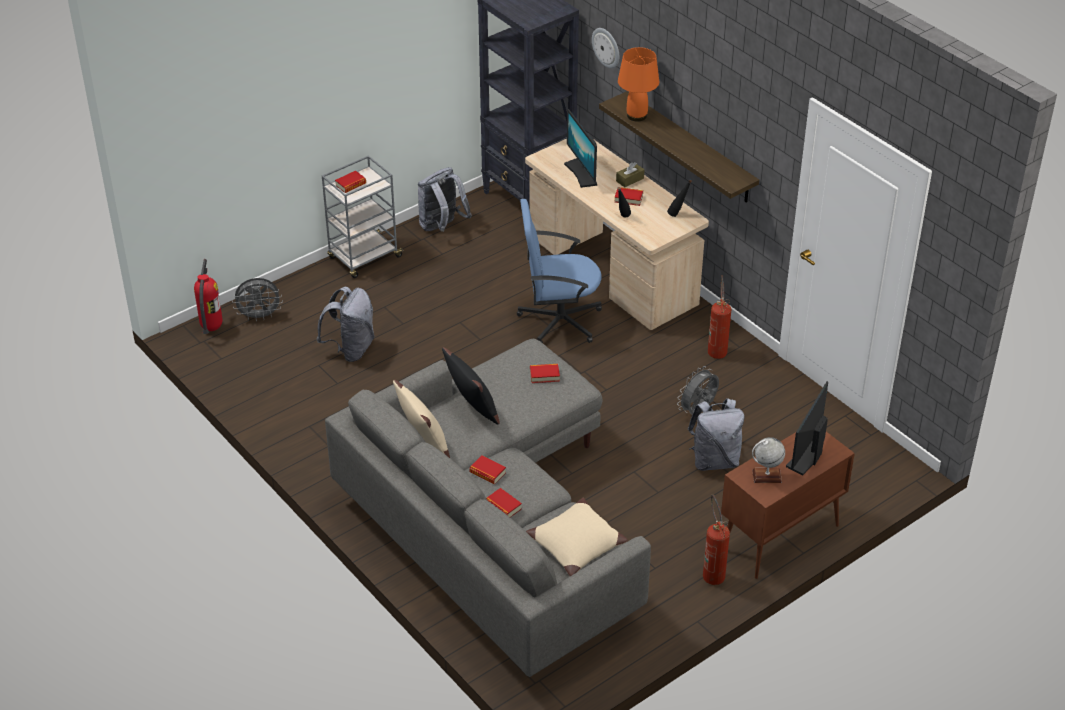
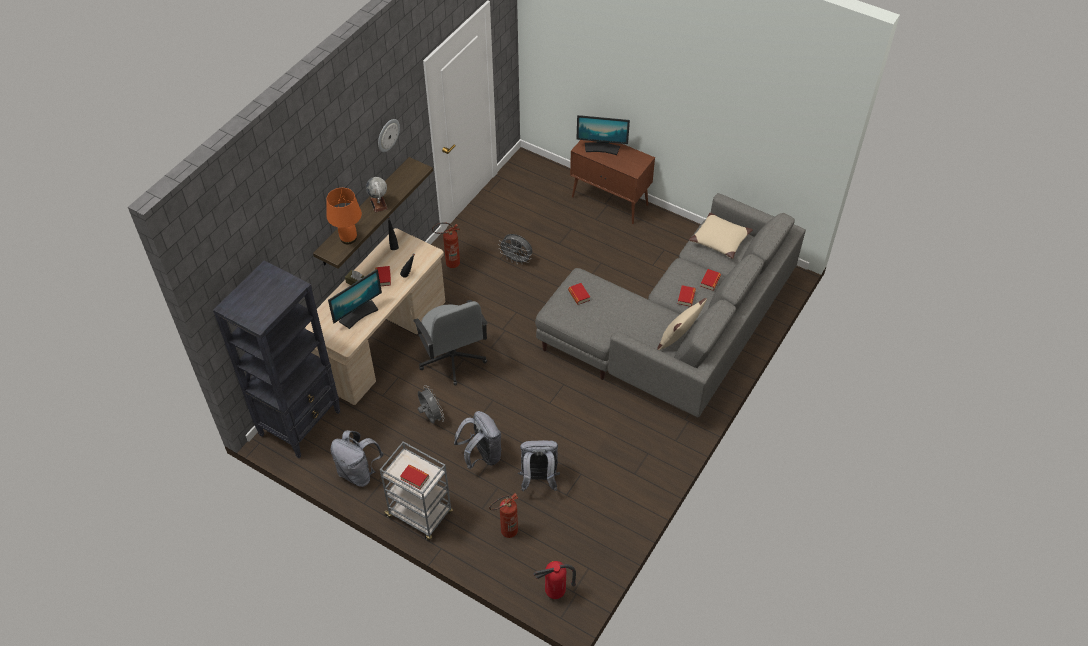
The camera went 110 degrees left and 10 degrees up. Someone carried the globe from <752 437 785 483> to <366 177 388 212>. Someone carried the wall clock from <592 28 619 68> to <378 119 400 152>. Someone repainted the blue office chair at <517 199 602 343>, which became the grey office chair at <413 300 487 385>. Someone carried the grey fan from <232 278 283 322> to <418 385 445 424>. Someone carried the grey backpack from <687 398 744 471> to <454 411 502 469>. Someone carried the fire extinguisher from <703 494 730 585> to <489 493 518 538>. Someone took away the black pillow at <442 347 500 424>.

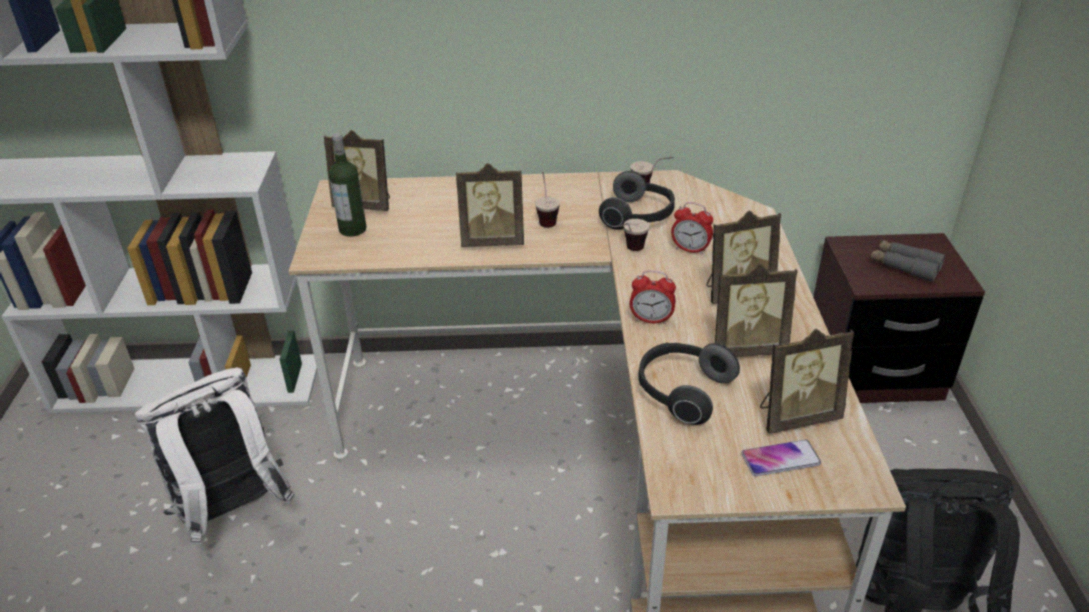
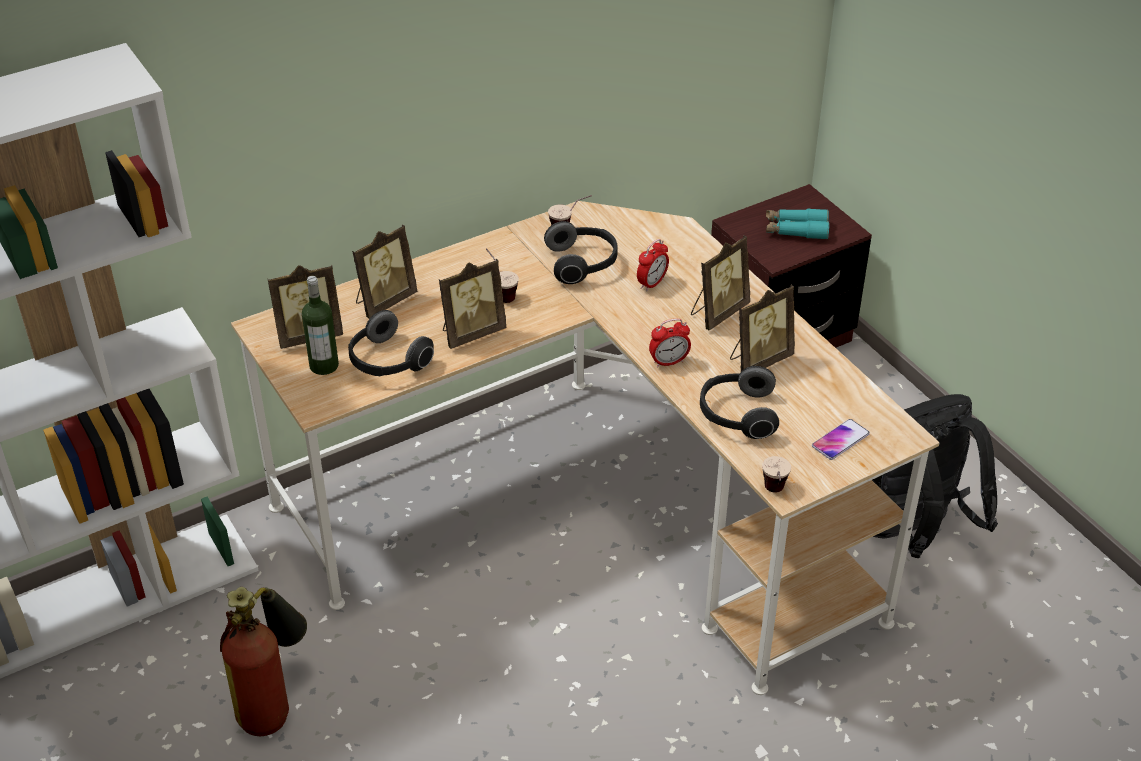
The camera went 30 degrees left and 5 degrees up. Someone swapped the white backpack at <135 368 295 545> for the fire extinguisher at <220 587 307 736>. Someone put down the headphones at <348 310 434 376>. Someone carried the picture frame from <760 329 854 434> to <352 225 417 319>. Someone rotated the alarm clock at <671 202 713 255> by 45 degrees counterclockwise. Someone carried the cup from <620 219 649 251> to <762 456 791 492>. Someone repainted the grey binoculars at <870 240 945 282>, which became the turquoise binoculars at <766 209 829 240>.

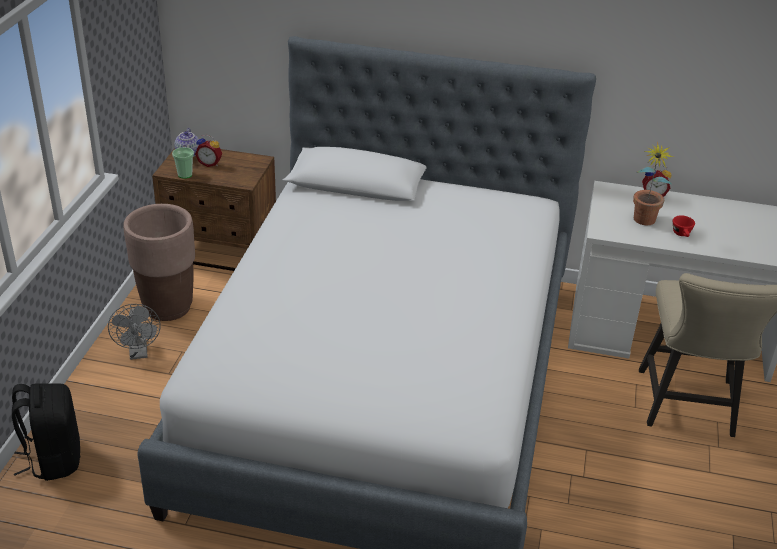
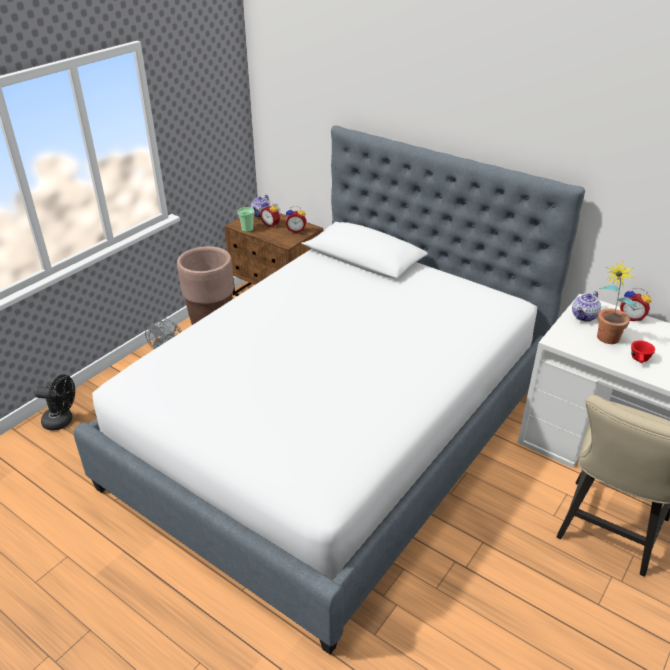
The camera went 25 degrees right and 0 degrees up. Someone swapped the black backpack at <12 383 81 481> for the black fan at <34 375 75 430>. Someone put down the alarm clock at <285 206 307 233>. Someone put down the teapot at <572 291 601 322>.

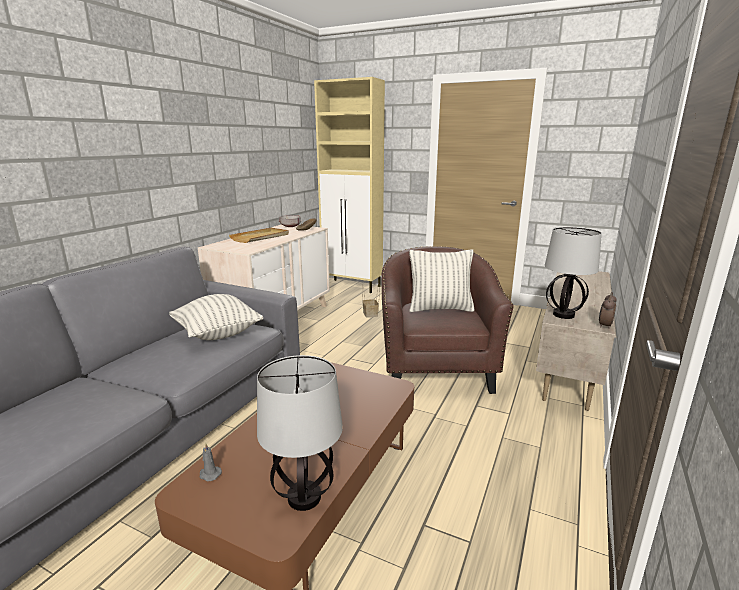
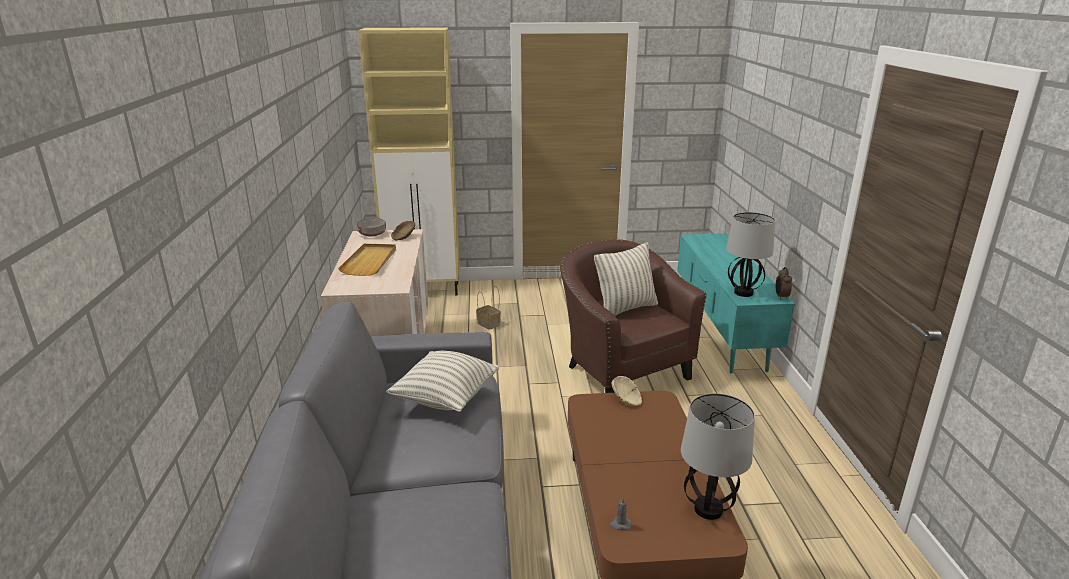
The camera went 30 degrees left and 5 degrees up. Someone put down the beige bowl at <612 376 642 406>. Someone repainted the beige tv stand at <536 271 617 411>, which became the turquoise tv stand at <677 233 796 374>.

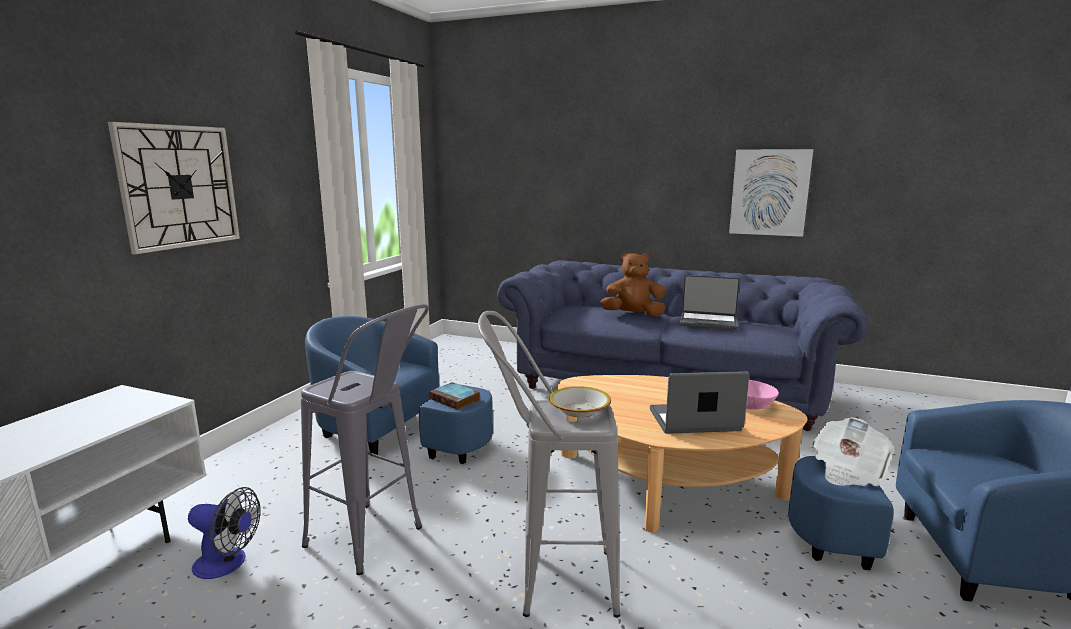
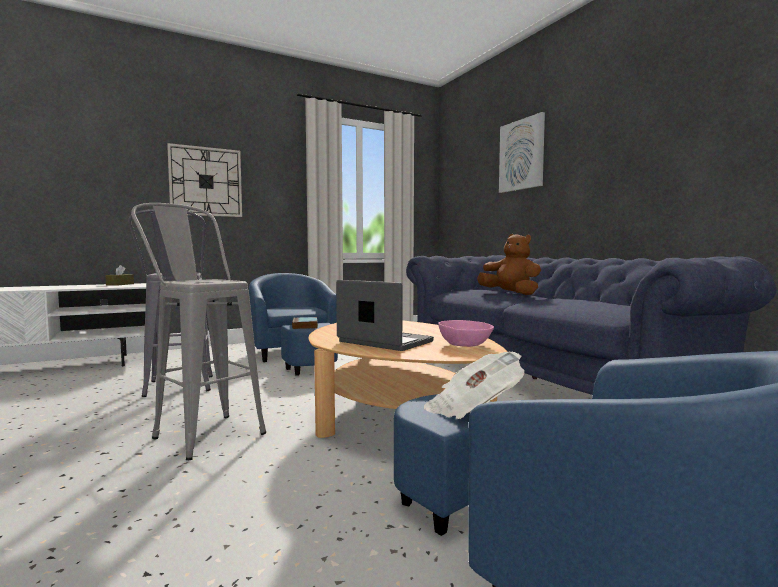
The camera went 40 degrees right and 10 degrees down. Someone put down the brown tissue box at <105 265 134 286>. Someone carried the picture from <729 149 813 237> to <499 112 545 193>. Someone took away the fan at <188 487 261 579>. Someone took away the bowl at <549 386 611 417>. Someone took away the laptop at <680 275 740 330>.

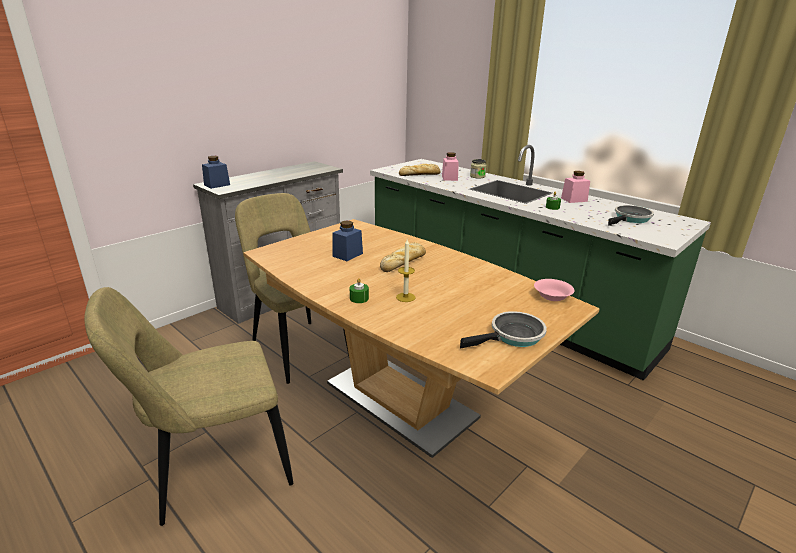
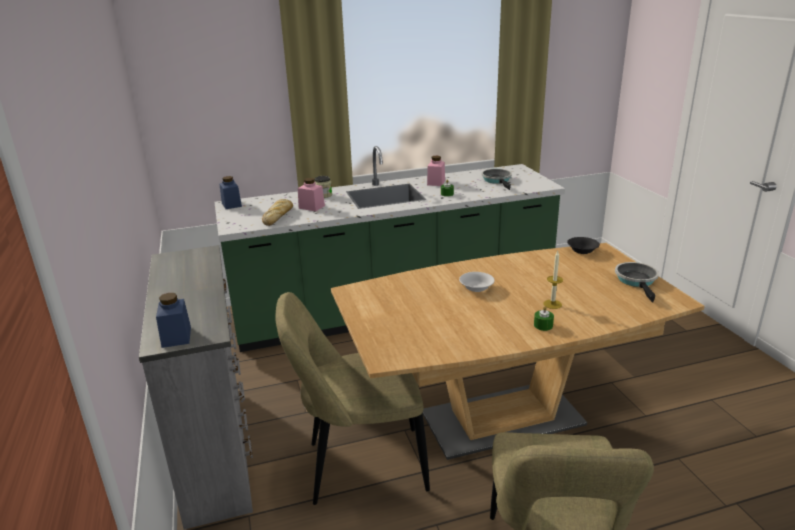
The camera went 60 degrees left and 0 degrees up. Someone carried the blue jar from <332 221 363 261> to <220 176 242 209>. Someone swapped the bread at <380 242 426 272> for the white bowl at <459 272 495 292>. Someone repainted the pink bowl at <534 279 575 301>, which became the black bowl at <567 237 600 254>.

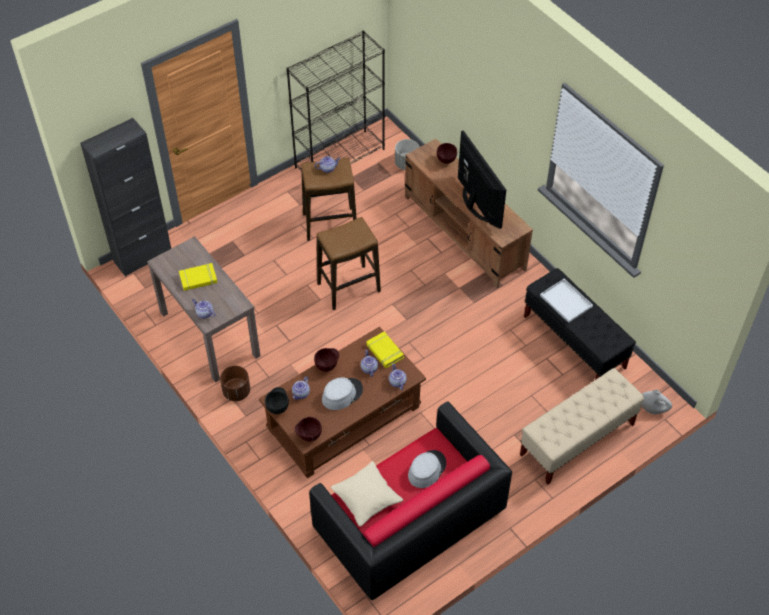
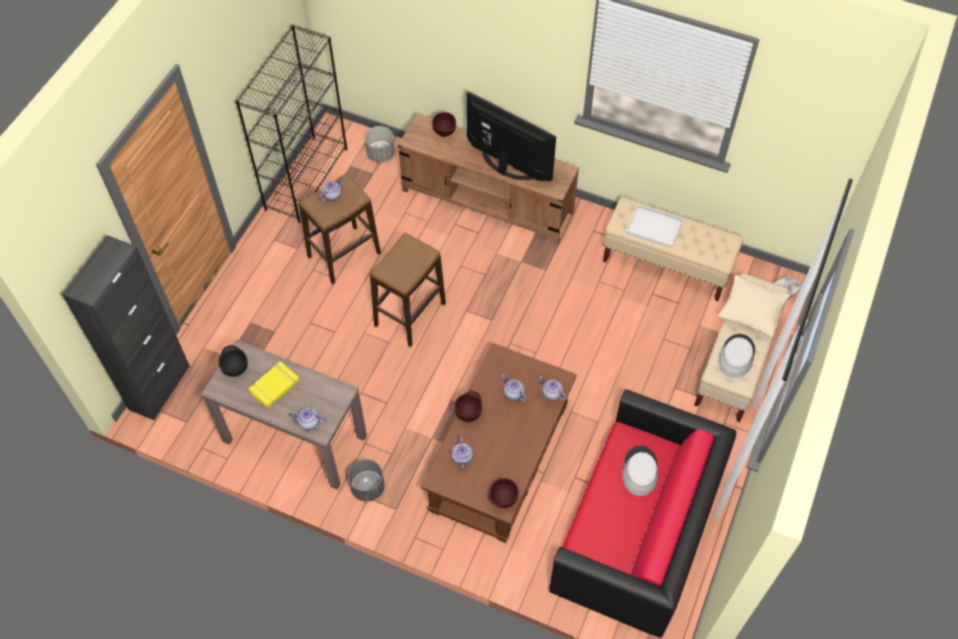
The camera went 30 degrees left and 5 degrees up. Someone carried the black bowl from <265 387 289 414> to <218 345 248 377>. Someone repainted the brown planter at <220 366 250 401>, which became the grey planter at <348 459 385 502>. Someone repainted the black bench at <524 268 636 380>, which became the beige bench at <603 197 744 301>. Someone carried the beige pillow from <331 461 403 527> to <718 275 790 337>. Someone carried the grey hat from <322 377 363 410> to <718 334 755 378>. Someone took away the yellow book at <366 331 404 368>.

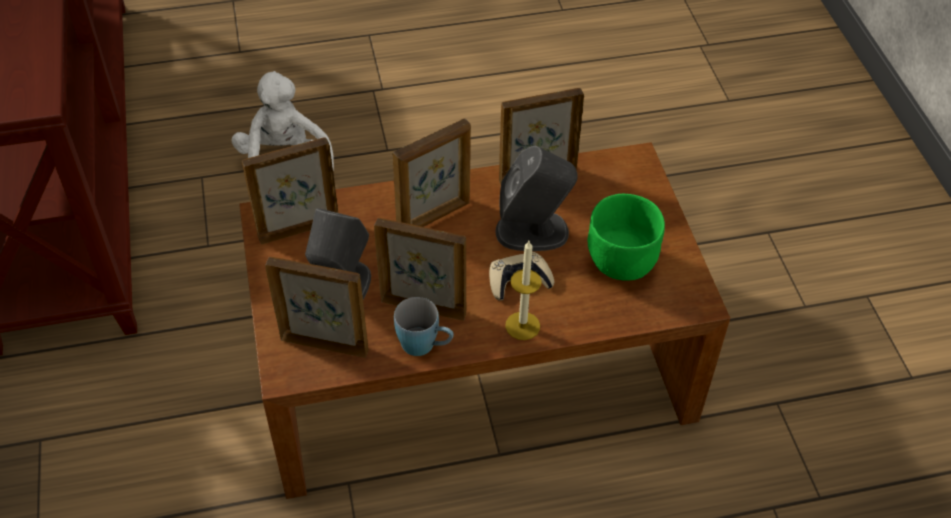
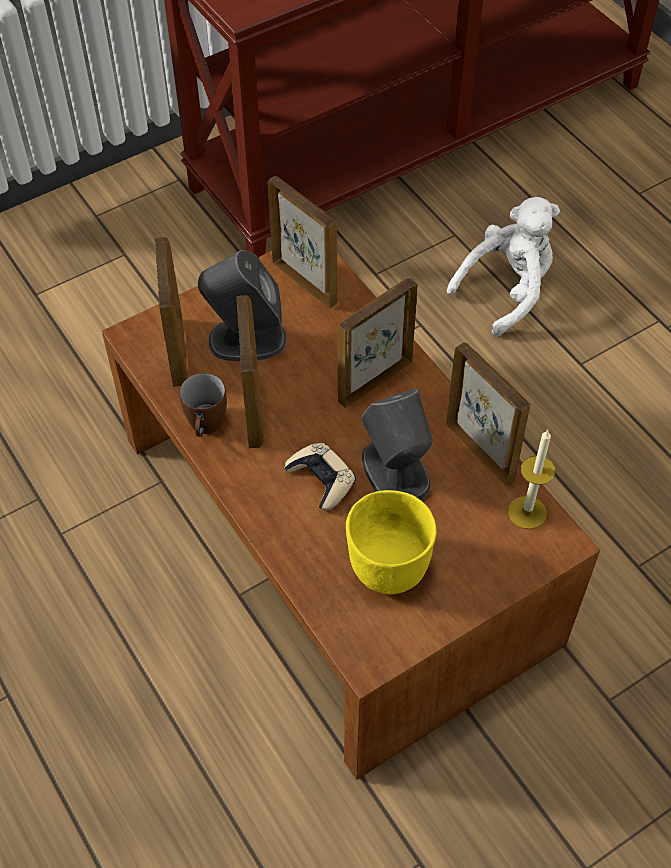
The camera went 70 degrees right and 5 degrees up. Someone repainted the blue mug at <394 297 454 356>, which became the brown mug at <180 373 227 437>. Someone rotated the picture frame at <393 119 471 227> by 105 degrees clockwise. Someone repainted the green bowl at <588 194 665 281>, which became the yellow bowl at <346 490 437 595>. Someone carried the candle from <505 241 542 340> to <508 430 555 529>.

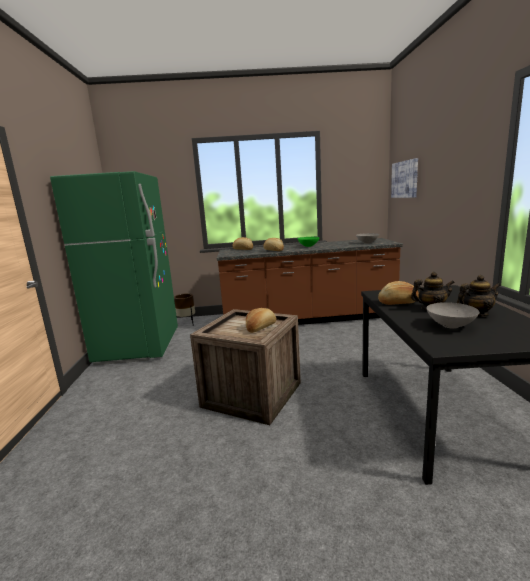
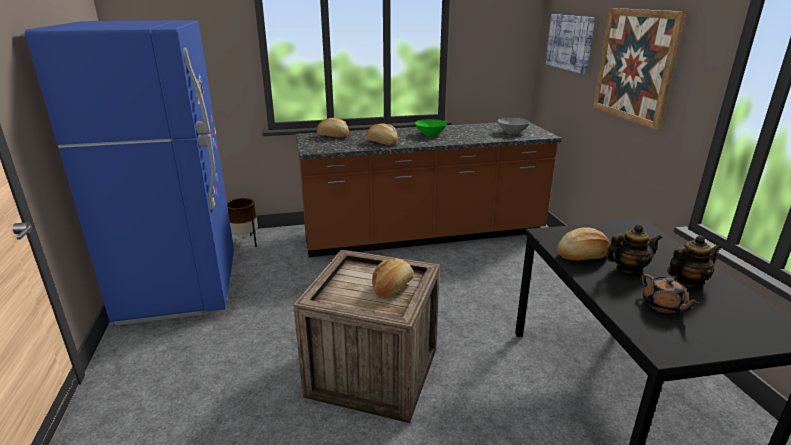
The camera went 10 degrees left and 10 degrees up. Someone repainted the green fridge at <50 171 178 365>, which became the blue fridge at <25 20 234 325>. Someone put up the picture at <593 8 686 130>. Someone swapped the grey bowl at <426 302 479 329> for the brown teapot at <642 274 700 314>.

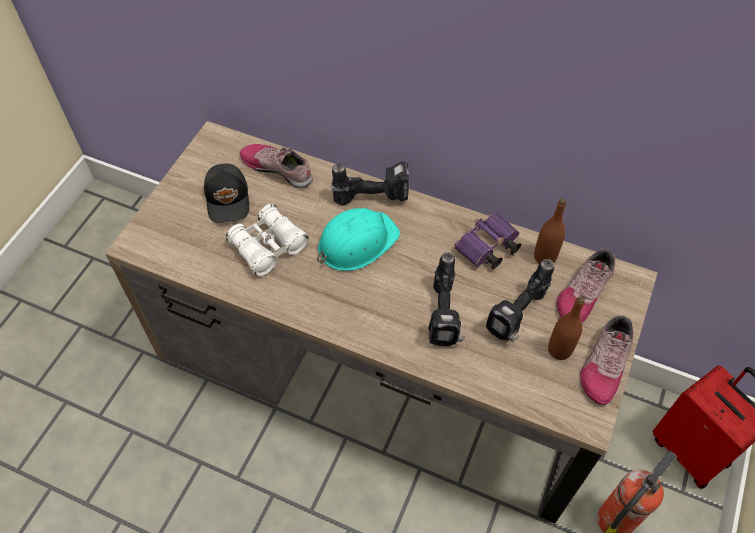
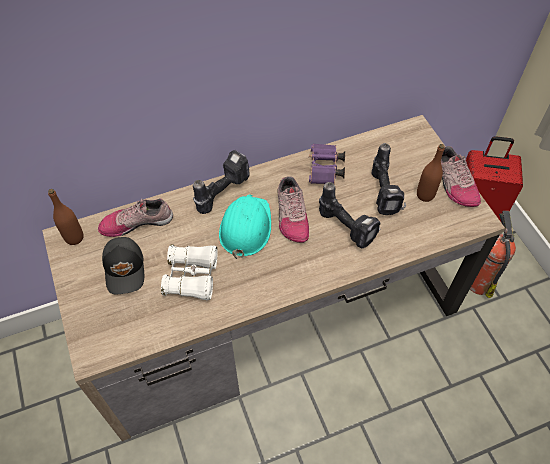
The camera went 45 degrees left and 0 degrees up. Someone carried the brown bottle from <534 198 566 264> to <48 189 84 245>. Someone rotated the black cap at <204 164 249 223> by 45 degrees clockwise. Someone carried the shoe from <557 249 615 323> to <278 176 309 243>.

